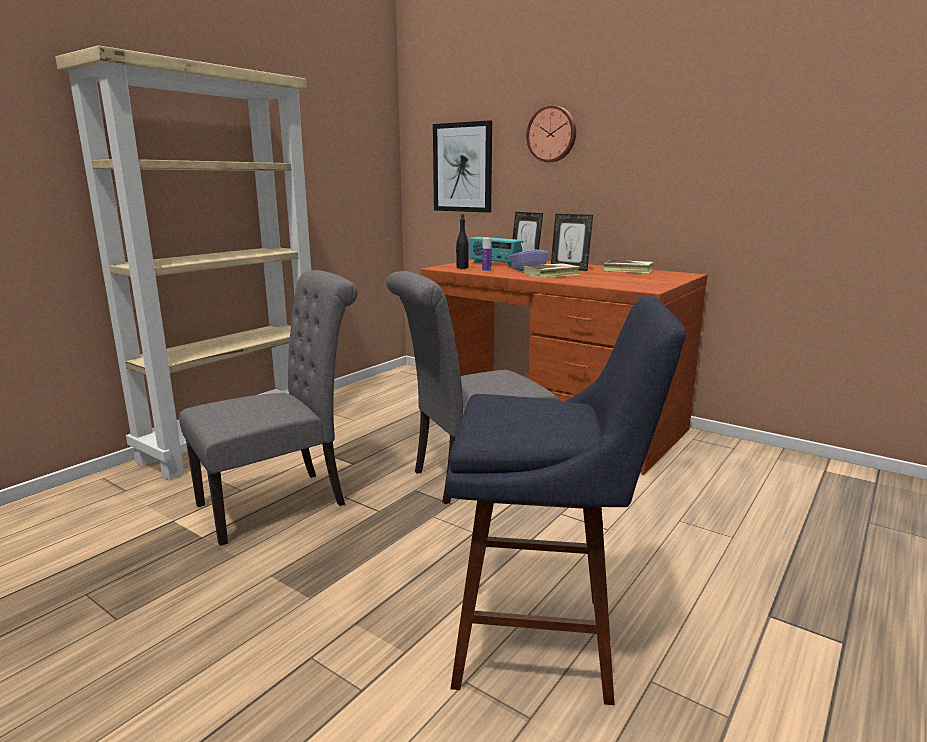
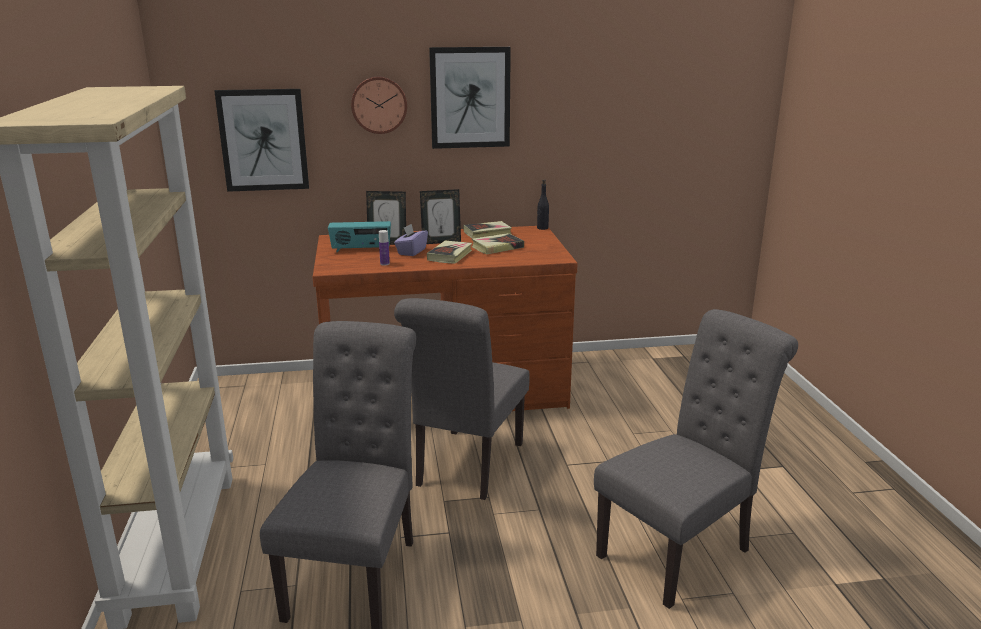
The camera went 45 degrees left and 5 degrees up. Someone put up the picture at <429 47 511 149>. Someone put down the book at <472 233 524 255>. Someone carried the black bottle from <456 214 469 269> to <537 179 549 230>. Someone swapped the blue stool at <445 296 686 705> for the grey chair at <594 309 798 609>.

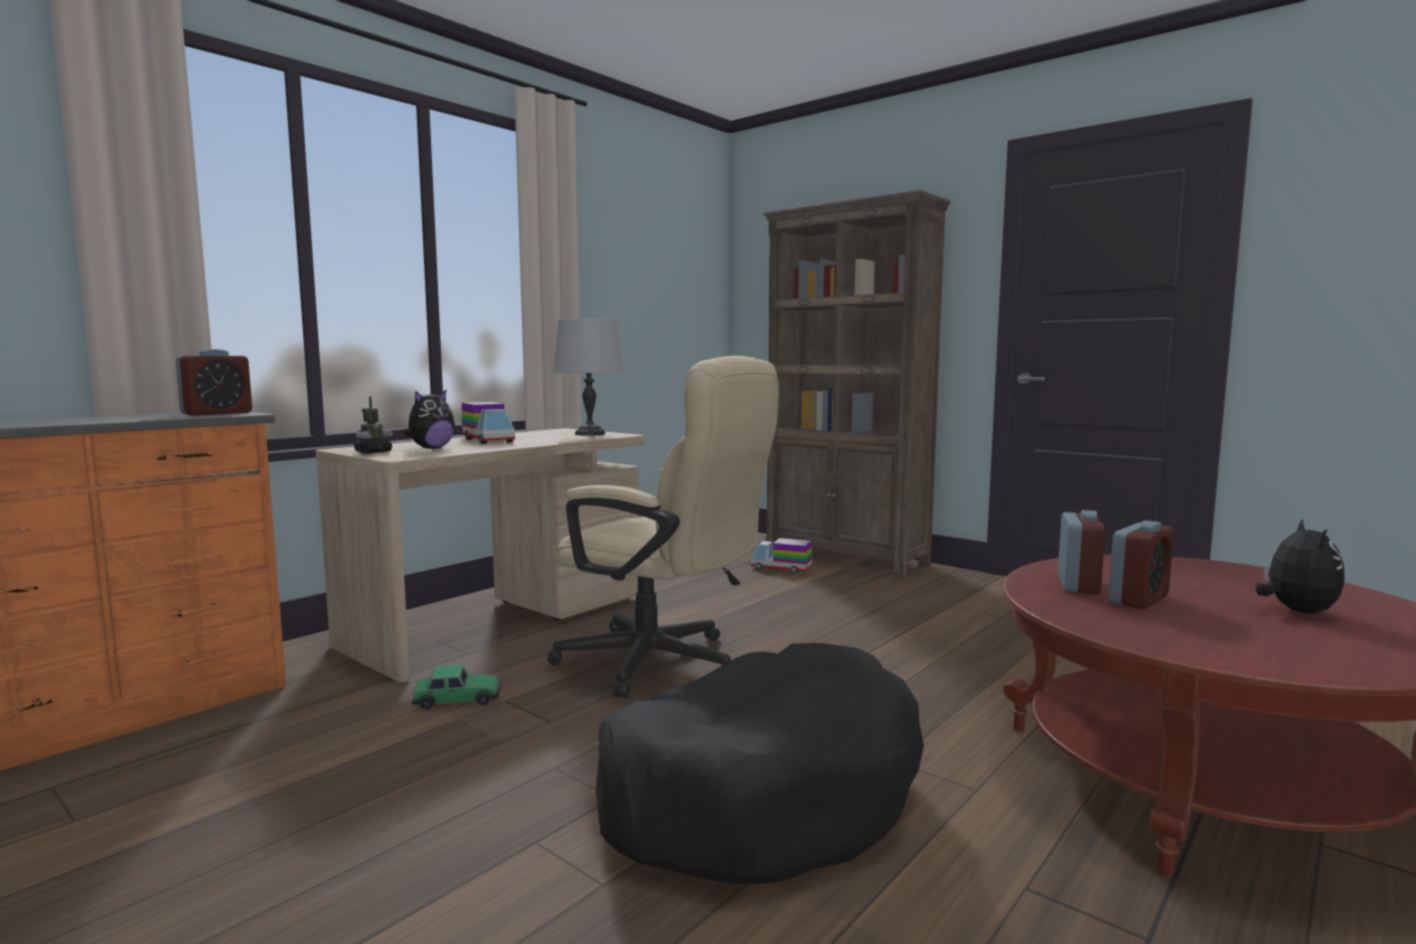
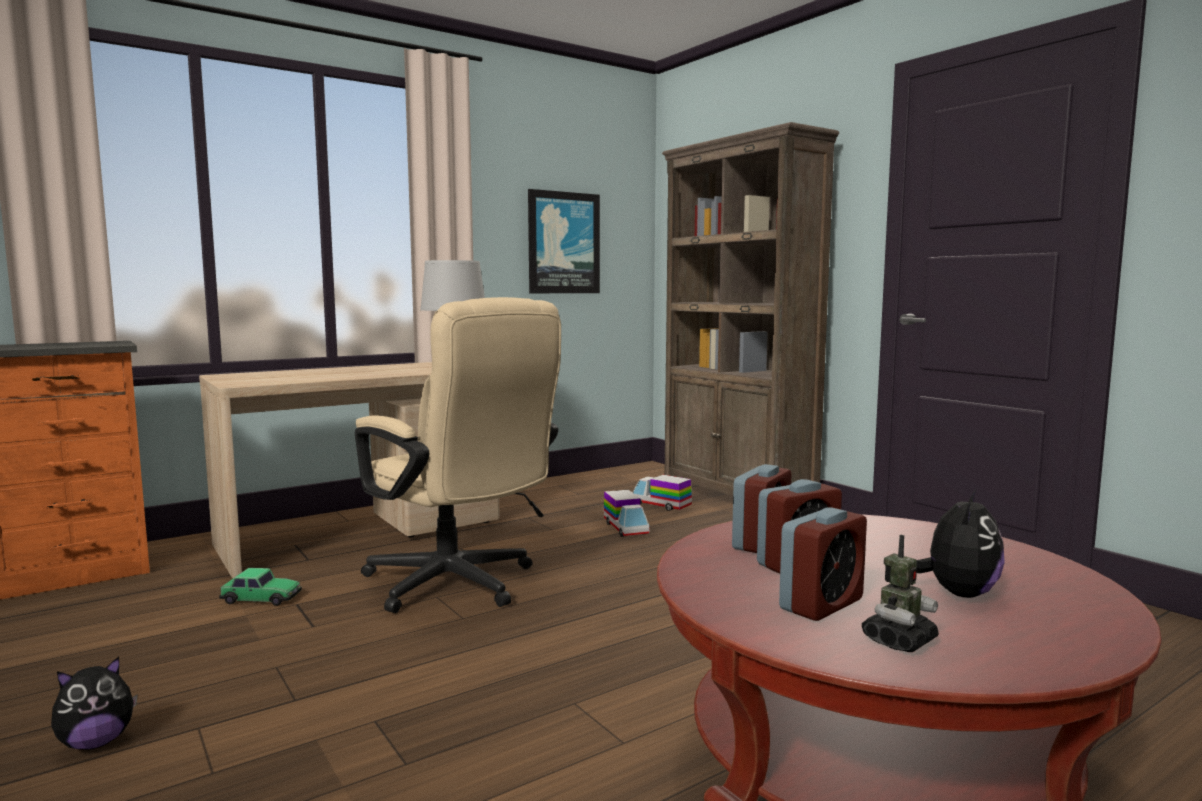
The camera went 15 degrees right and 0 degrees up. Someone carried the plush toy from <404 390 455 449> to <51 657 138 750>. Someone put up the picture at <528 189 600 293>. Someone carried the toy truck from <462 402 515 444> to <604 490 649 537>. Someone carried the alarm clock from <175 349 252 415> to <779 507 867 621>. Someone carried the toy robot from <354 397 393 454> to <862 535 939 652>. Someone took away the black dog bed at <596 643 924 884>.

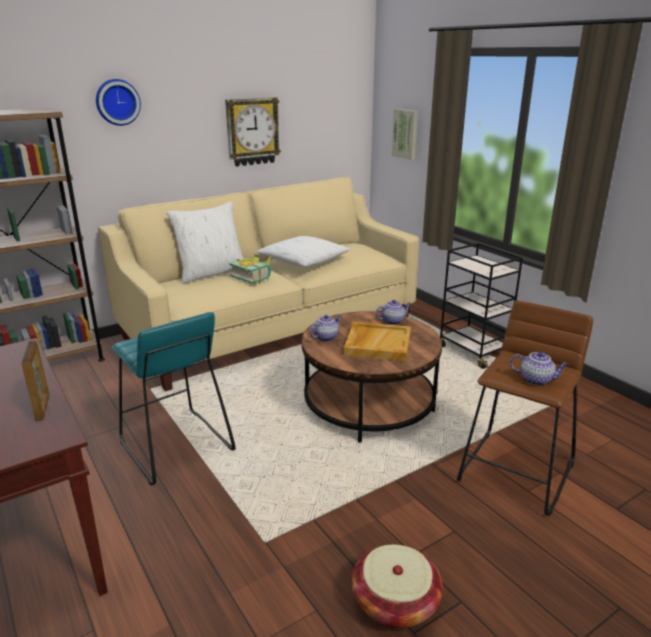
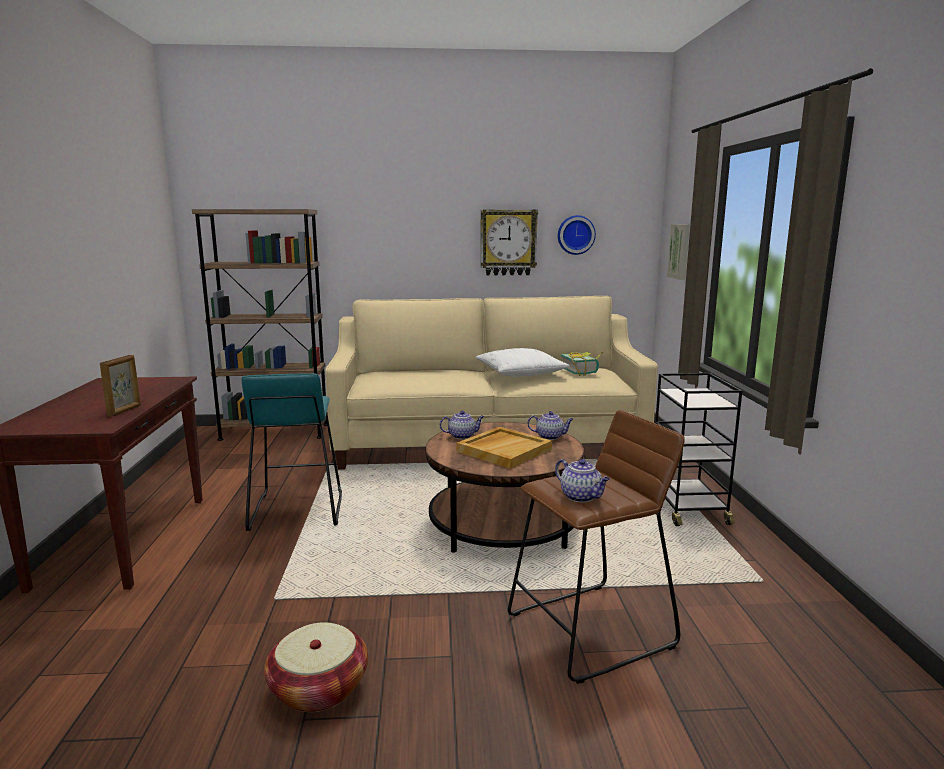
The camera went 30 degrees right and 10 degrees down. Someone carried the wall clock from <96 79 141 126> to <558 215 596 255>. Someone carried the book from <229 255 272 284> to <561 352 603 376>. Someone took away the white pillow at <166 202 244 284>.

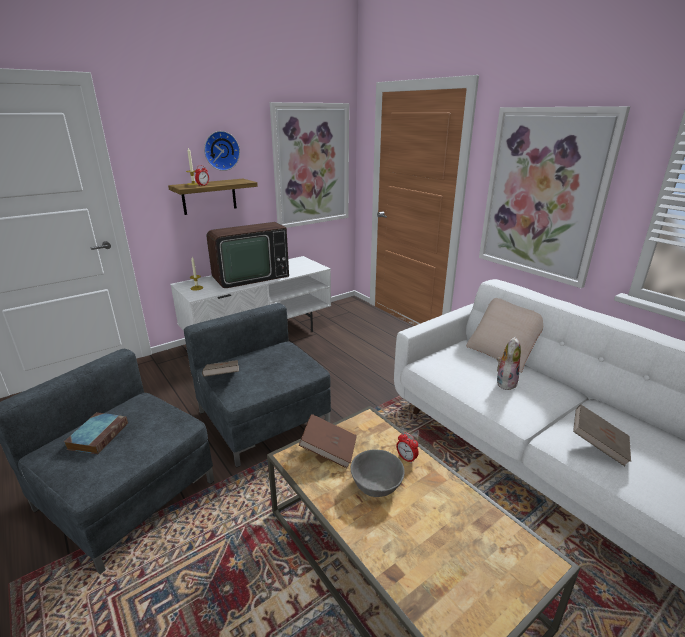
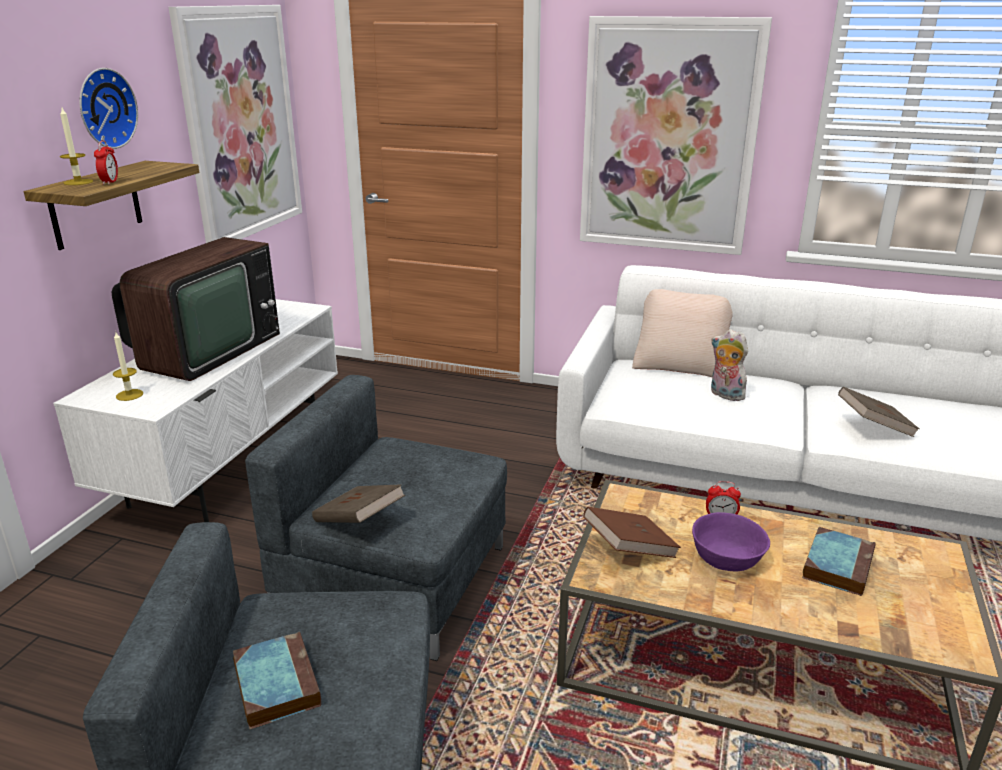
The camera went 35 degrees left and 0 degrees up. Someone repainted the grey bowl at <351 449 404 497>, which became the purple bowl at <692 512 770 572>. Someone rotated the plush toy at <497 336 521 390> by 45 degrees counterclockwise. Someone put down the book at <802 527 876 596>.

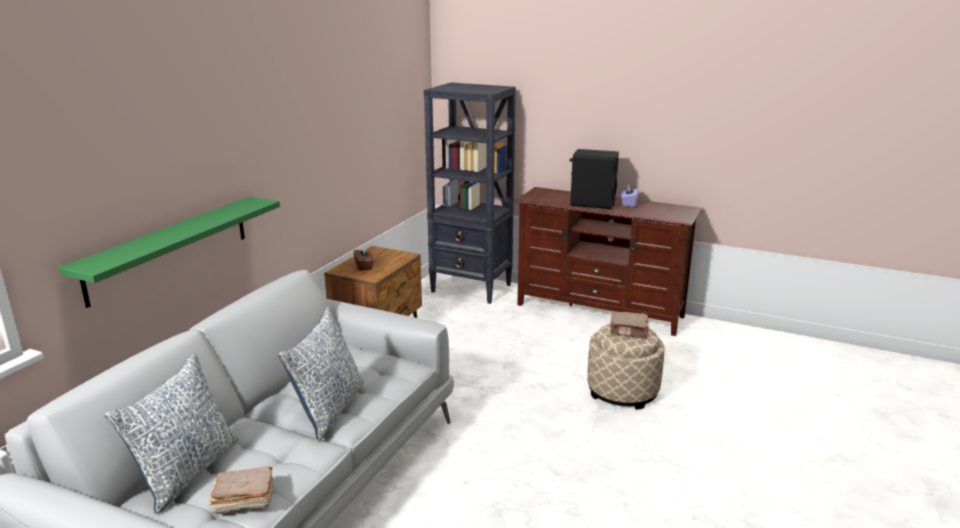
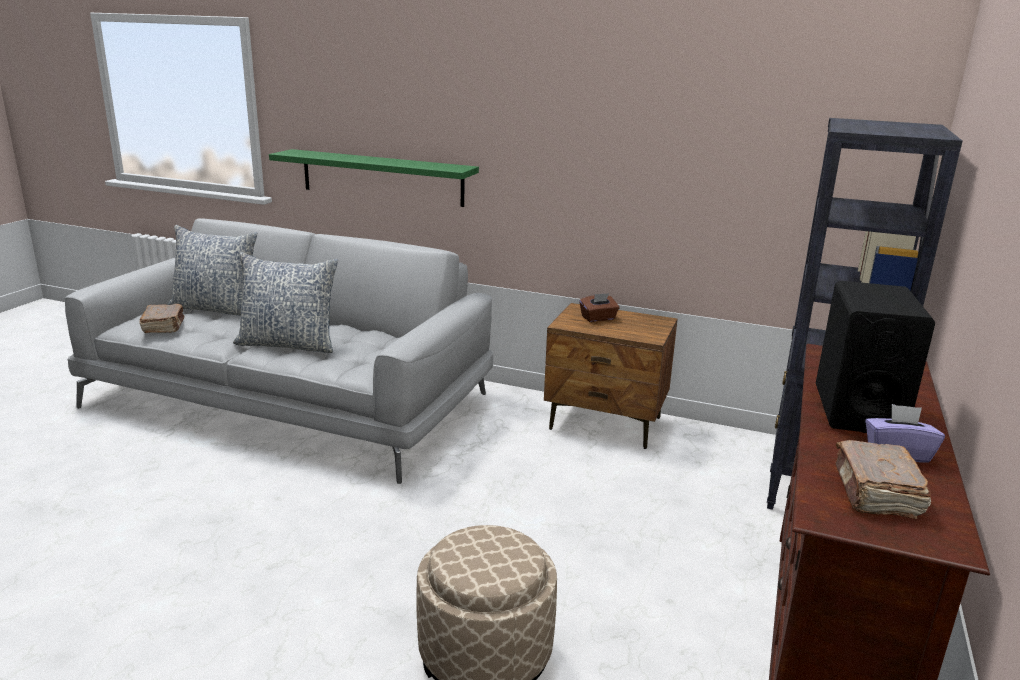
The camera went 85 degrees right and 0 degrees up. Someone carried the brown book from <610 311 649 339> to <836 440 931 519>.

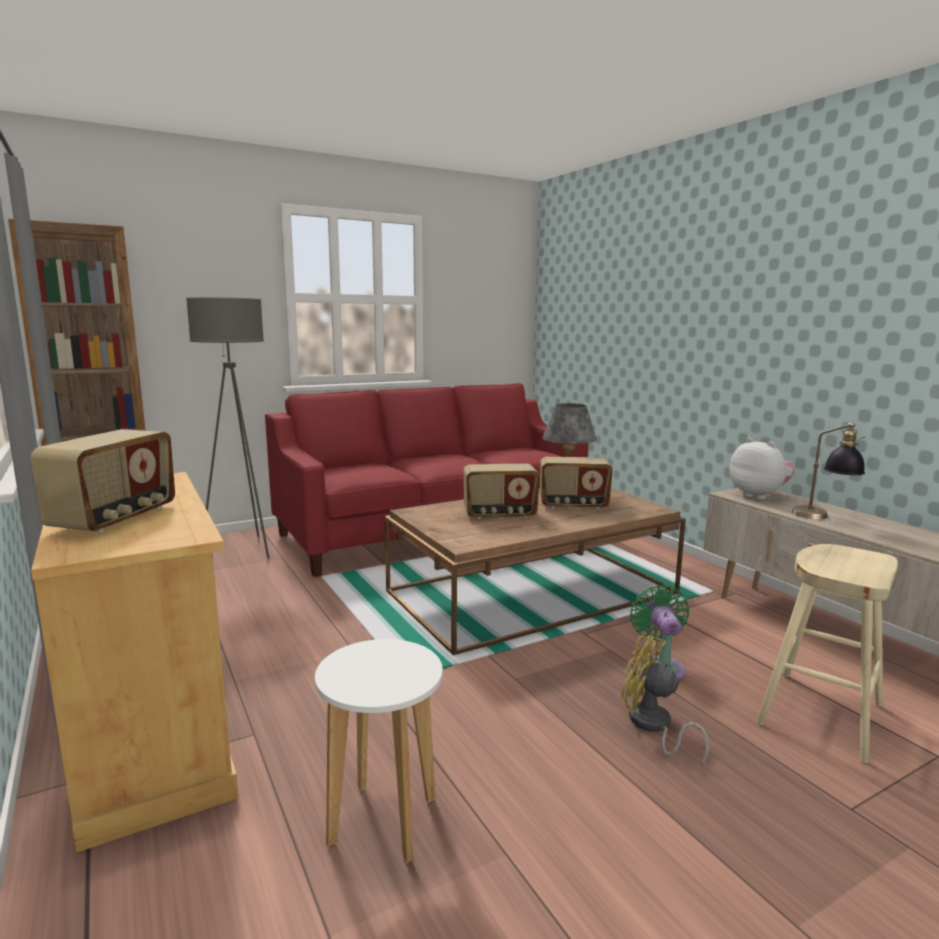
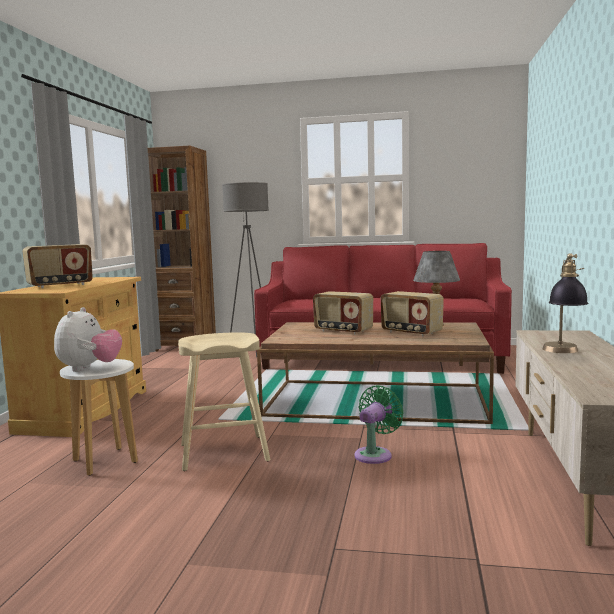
The camera went 40 degrees right and 5 degrees down. Someone carried the plush toy from <730 438 795 500> to <54 307 122 372>. Someone carried the beige stool from <756 544 898 763> to <178 333 270 471>. Someone took away the yellow fan at <621 635 709 767>.

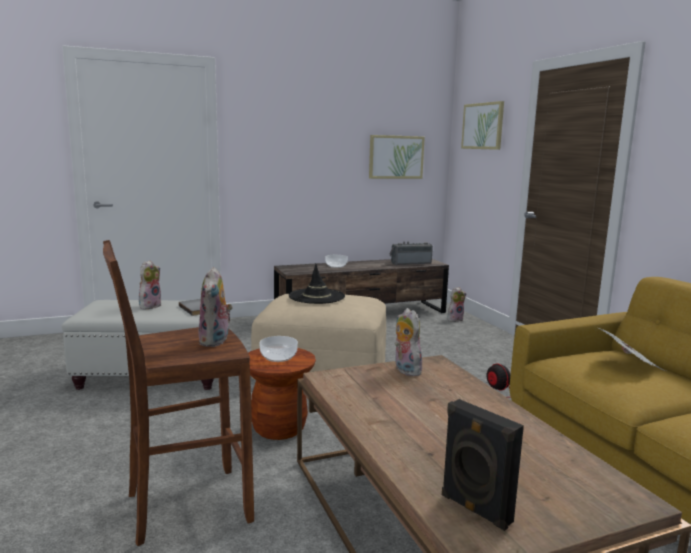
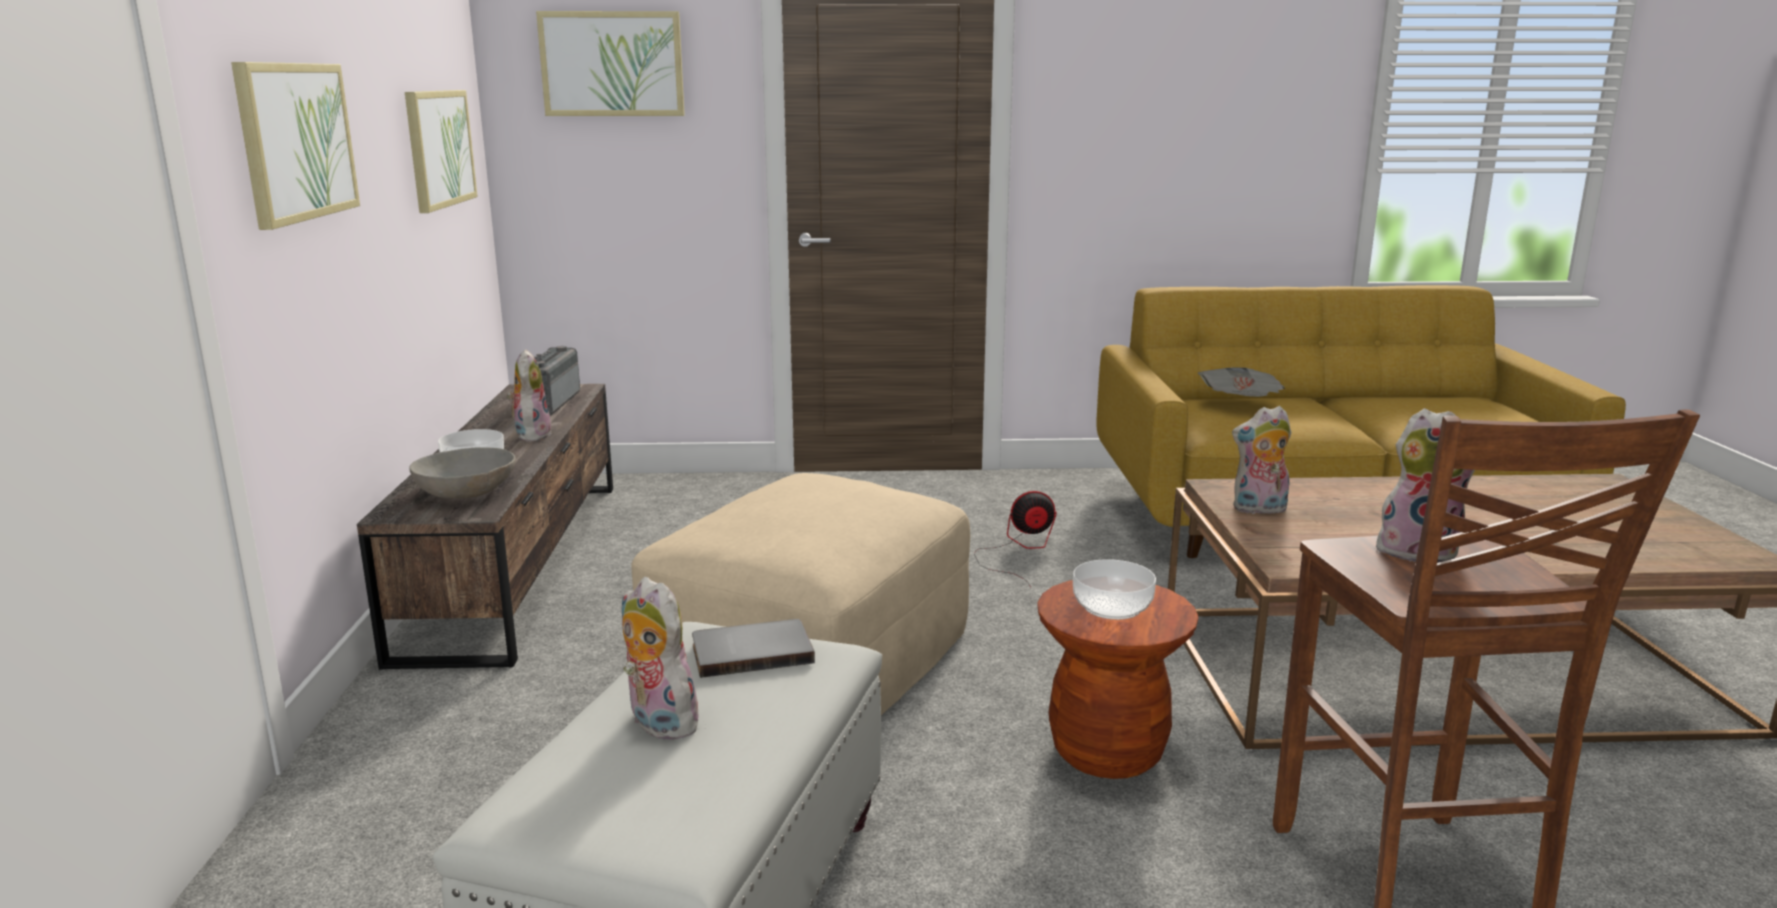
The camera went 70 degrees left and 5 degrees up. Someone put up the picture at <231 62 360 230>. Someone put down the grey bowl at <409 447 516 498>. Someone carried the plush toy from <448 287 467 322> to <507 349 552 441>. Someone took away the black hat at <289 264 345 304>. Someone took away the black speaker at <442 399 524 531>.

